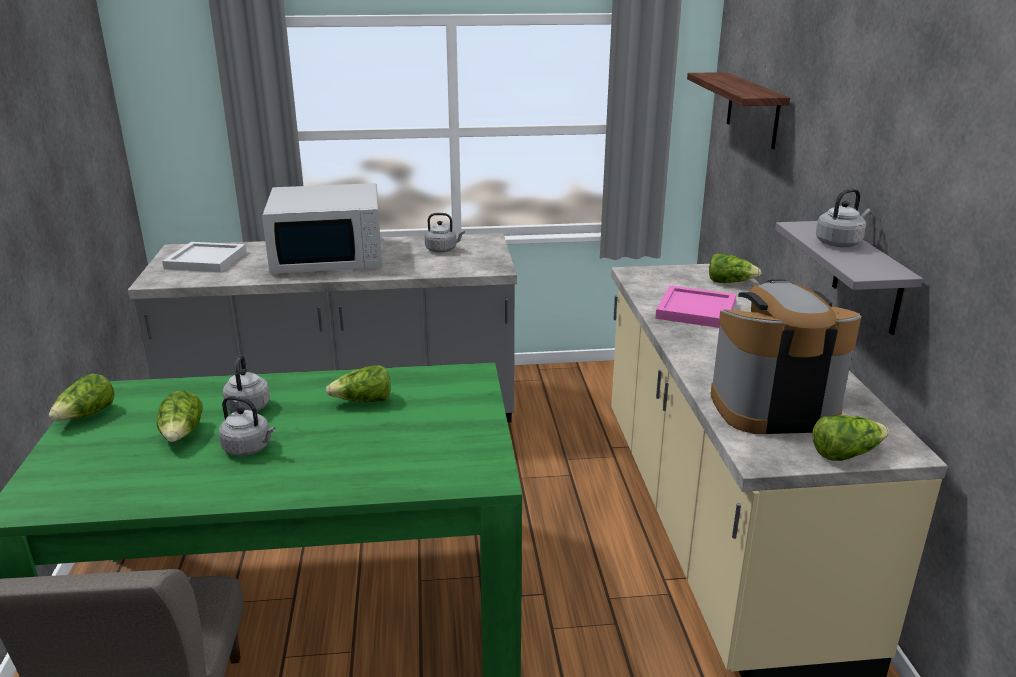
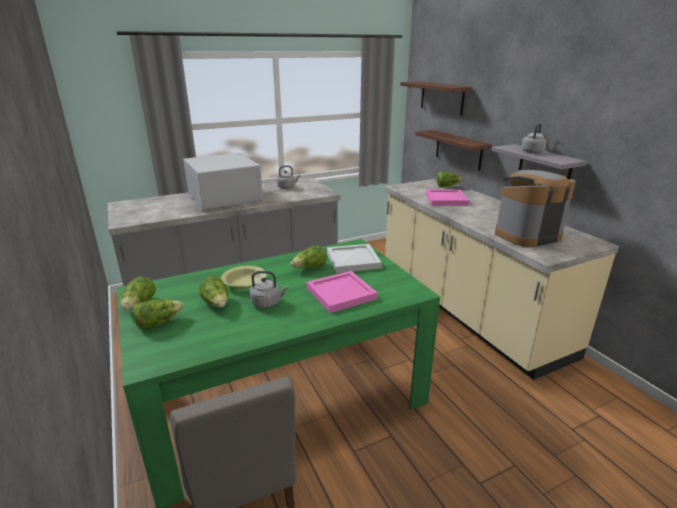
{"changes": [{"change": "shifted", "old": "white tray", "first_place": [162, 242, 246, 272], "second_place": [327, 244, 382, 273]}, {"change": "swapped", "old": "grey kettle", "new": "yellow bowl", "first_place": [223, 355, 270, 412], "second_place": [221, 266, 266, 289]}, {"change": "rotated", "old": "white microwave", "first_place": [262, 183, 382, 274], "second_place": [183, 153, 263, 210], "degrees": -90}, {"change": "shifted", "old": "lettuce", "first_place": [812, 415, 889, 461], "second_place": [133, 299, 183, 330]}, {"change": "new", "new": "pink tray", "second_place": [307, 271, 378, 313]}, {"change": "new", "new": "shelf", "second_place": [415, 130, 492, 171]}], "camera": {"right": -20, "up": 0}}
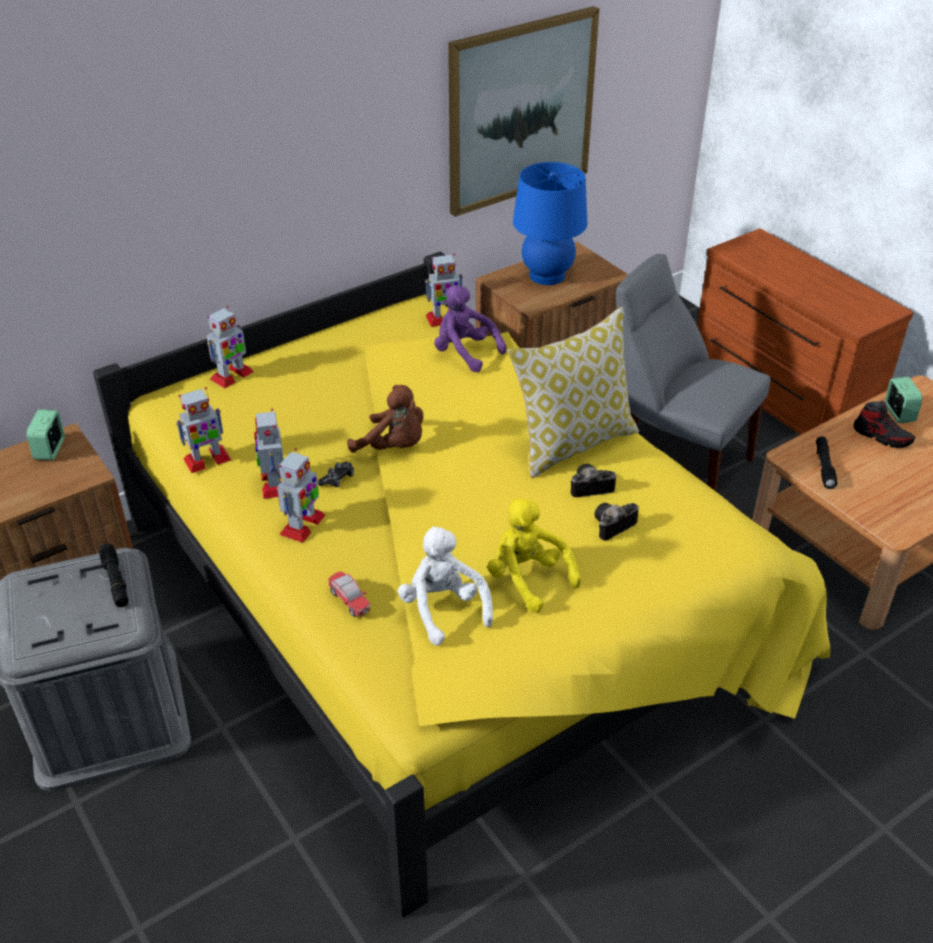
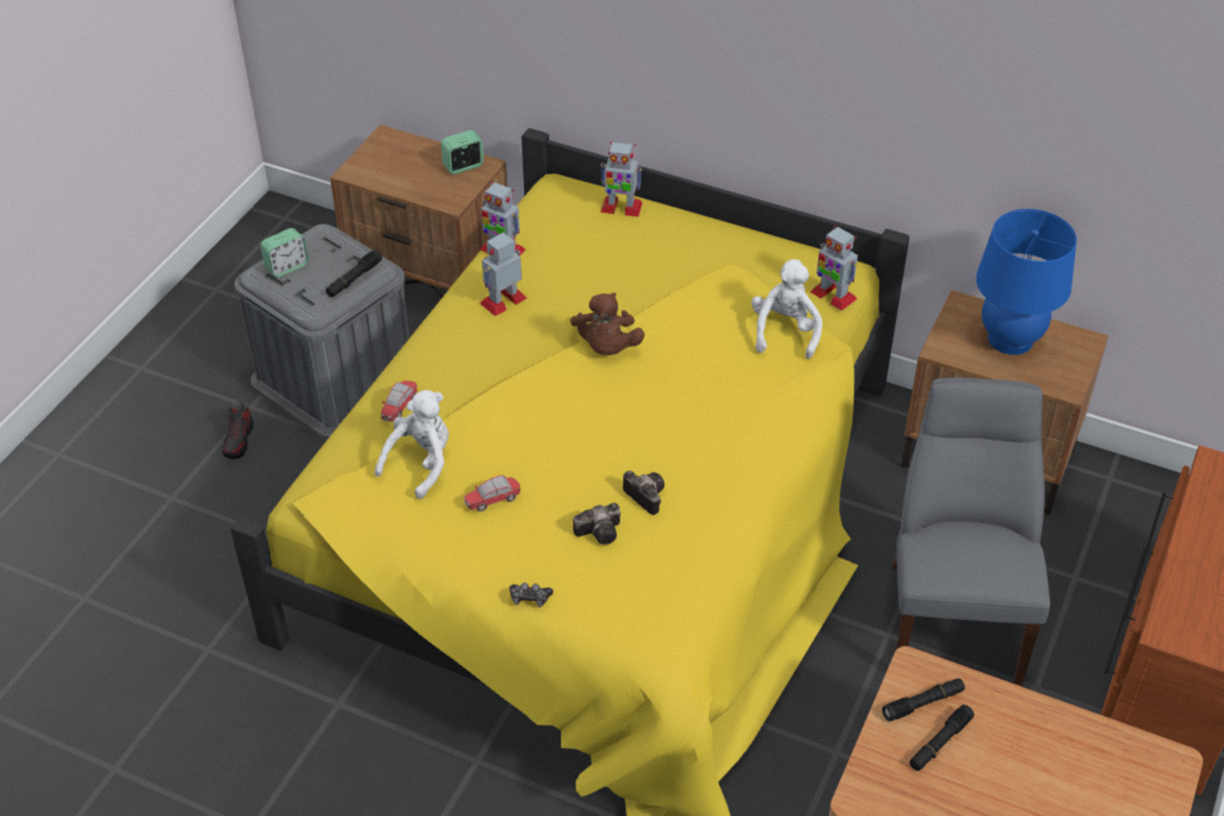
{"changes": [{"change": "gone", "old": "toy robot", "first_place": [277, 448, 325, 543]}, {"change": "shifted", "old": "game controller", "first_place": [318, 462, 354, 487], "second_place": [509, 582, 553, 607]}, {"change": "repainted", "old": "purple plush toy", "new": "white plush toy", "first_place": [434, 285, 507, 372], "second_place": [751, 259, 822, 359]}, {"change": "gone", "old": "picture", "first_place": [448, 6, 599, 217]}, {"change": "swapped", "old": "yellow plush toy", "new": "toy car", "first_place": [487, 499, 581, 613], "second_place": [464, 475, 521, 511]}, {"change": "gone", "old": "pillow", "first_place": [508, 307, 639, 478]}, {"change": "rotated", "old": "photo camera", "first_place": [595, 503, 639, 541], "second_place": [573, 503, 621, 545], "degrees": 135}, {"change": "shifted", "old": "shoe", "first_place": [854, 401, 915, 448], "second_place": [222, 401, 254, 459]}, {"change": "shifted", "old": "alarm clock", "first_place": [885, 377, 922, 423], "second_place": [260, 228, 309, 278]}, {"change": "new", "new": "black flashlight", "second_place": [909, 705, 974, 771]}], "camera": {"right": 60, "up": 5}}
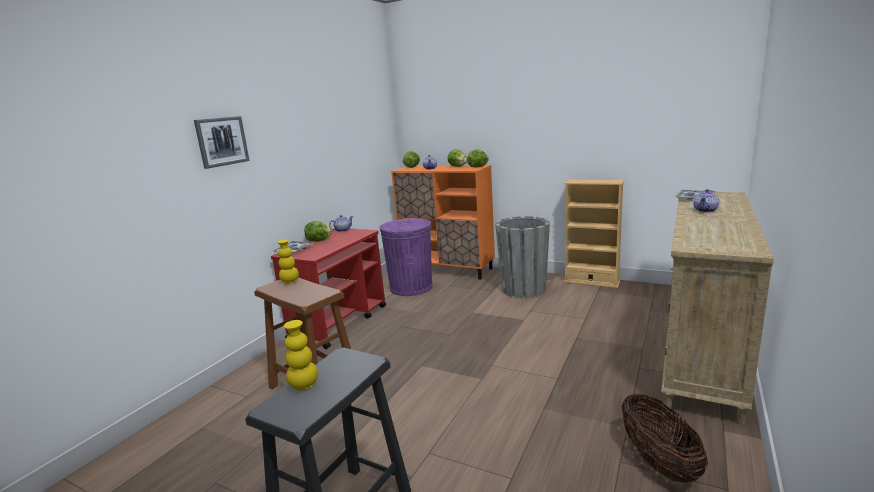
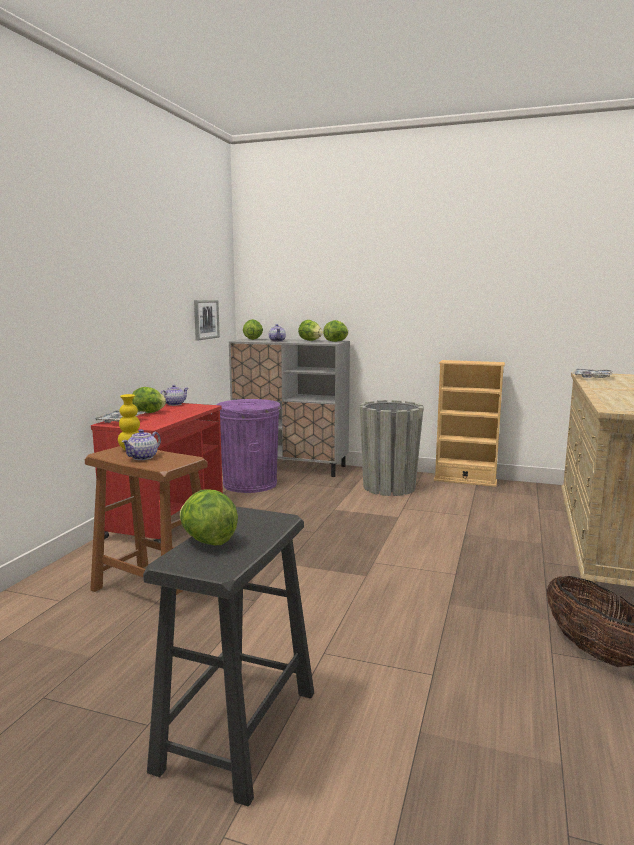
{"changes": [{"change": "shifted", "old": "picture", "first_place": [194, 116, 249, 169], "second_place": [194, 300, 220, 340]}, {"change": "swapped", "old": "yellow vase", "new": "lettuce", "first_place": [284, 320, 318, 391], "second_place": [180, 490, 238, 546]}, {"change": "repainted", "old": "orange cabinet", "new": "grey cabinet", "first_place": [391, 165, 495, 280], "second_place": [229, 338, 350, 477]}, {"change": "shifted", "old": "teapot", "first_place": [693, 189, 719, 212], "second_place": [122, 429, 161, 460]}], "camera": {"right": -10, "up": -5}}
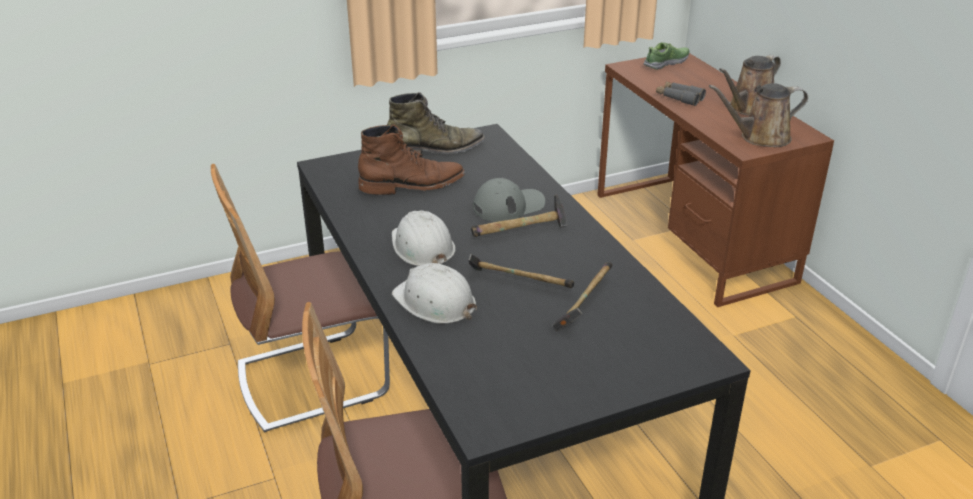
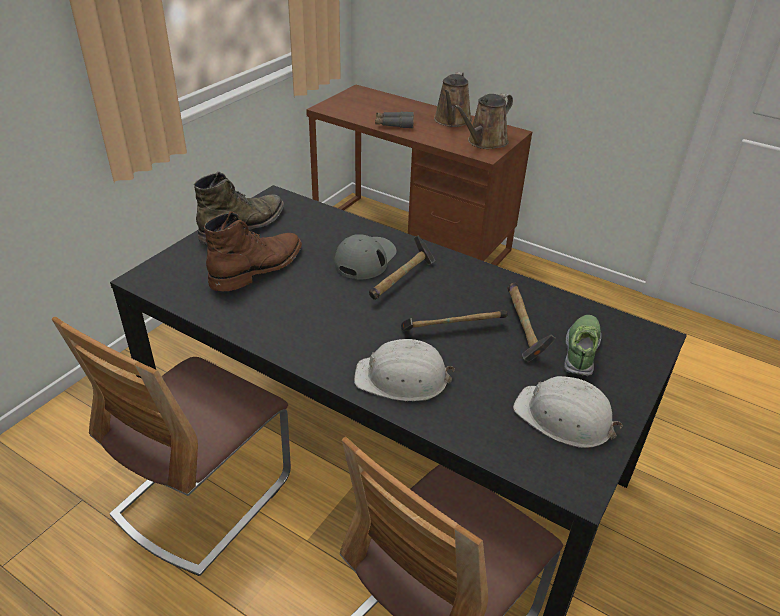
{"changes": [{"change": "shifted", "old": "white hard hat", "first_place": [392, 210, 456, 266], "second_place": [513, 376, 623, 448]}, {"change": "shifted", "old": "shoe", "first_place": [644, 42, 689, 70], "second_place": [564, 315, 601, 376]}], "camera": {"right": -35, "up": 5}}
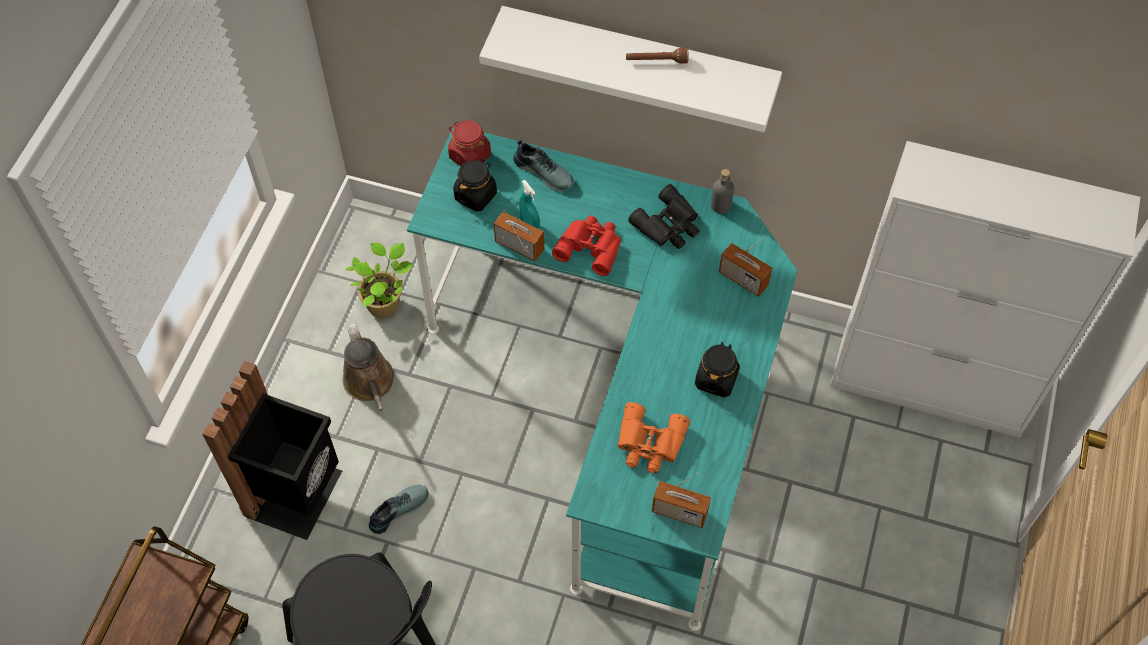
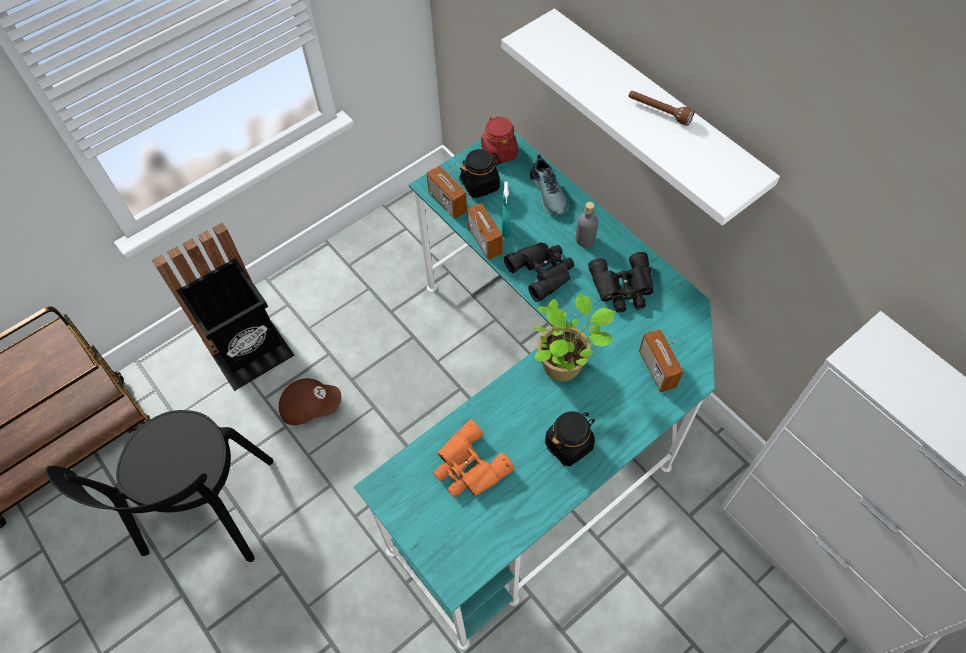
{"changes": [{"change": "gone", "old": "brown watering can", "first_place": [343, 323, 394, 411]}, {"change": "shifted", "old": "potted plant", "first_place": [345, 242, 413, 318], "second_place": [533, 293, 615, 382]}, {"change": "swapped", "old": "shoe", "new": "brown cap", "first_place": [369, 485, 429, 534], "second_place": [279, 378, 341, 425]}, {"change": "repainted", "old": "red binoculars", "new": "black binoculars", "first_place": [552, 216, 621, 276], "second_place": [504, 243, 574, 302]}, {"change": "shifted", "old": "radio", "first_place": [652, 472, 711, 528], "second_place": [426, 159, 467, 219]}, {"change": "shifted", "old": "grey bottle", "first_place": [711, 169, 734, 214], "second_place": [576, 202, 598, 247]}], "camera": {"right": 35, "up": 0}}
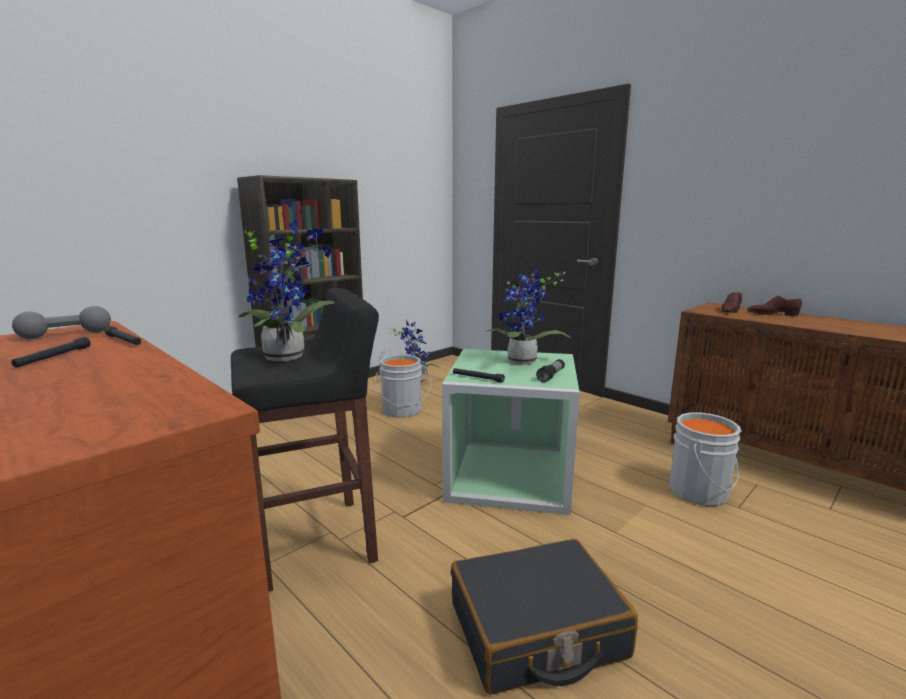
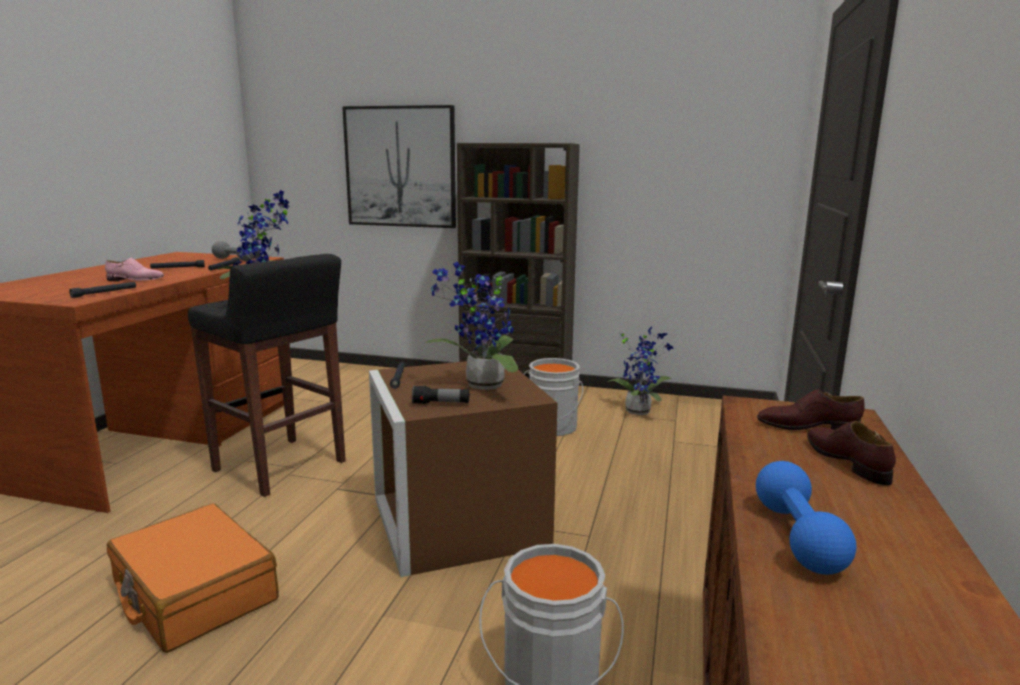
{"changes": [{"change": "repainted", "old": "green storage box", "new": "brown storage box", "first_place": [442, 349, 580, 515], "second_place": [369, 361, 558, 577]}, {"change": "repainted", "old": "black suitcase", "new": "orange suitcase", "first_place": [451, 539, 638, 695], "second_place": [107, 503, 279, 653]}, {"change": "new", "new": "black flashlight", "second_place": [69, 282, 136, 298]}, {"change": "new", "new": "pink shoe", "second_place": [105, 258, 164, 281]}, {"change": "new", "new": "picture", "second_place": [342, 105, 456, 228]}, {"change": "new", "new": "blue dumbbell", "second_place": [756, 461, 856, 575]}], "camera": {"right": 60, "up": 0}}
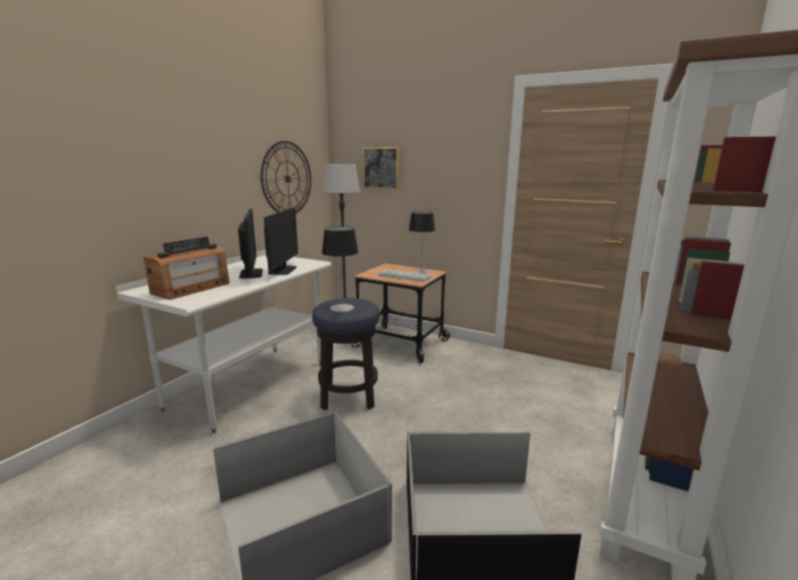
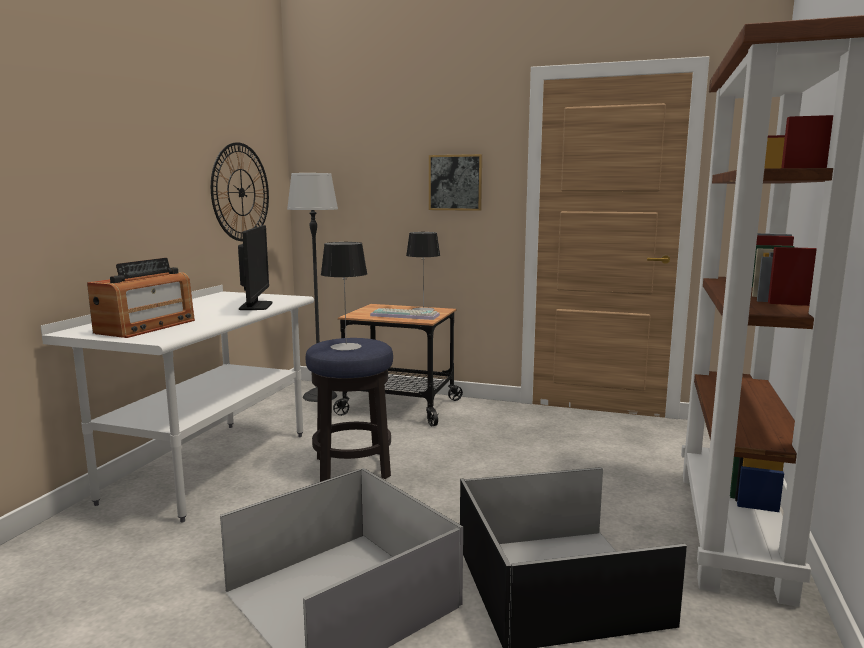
{"changes": [{"change": "gone", "old": "monitor", "first_place": [238, 209, 263, 279]}, {"change": "shifted", "old": "picture", "first_place": [363, 147, 399, 189], "second_place": [429, 154, 482, 211]}], "camera": {"right": -10, "up": -5}}
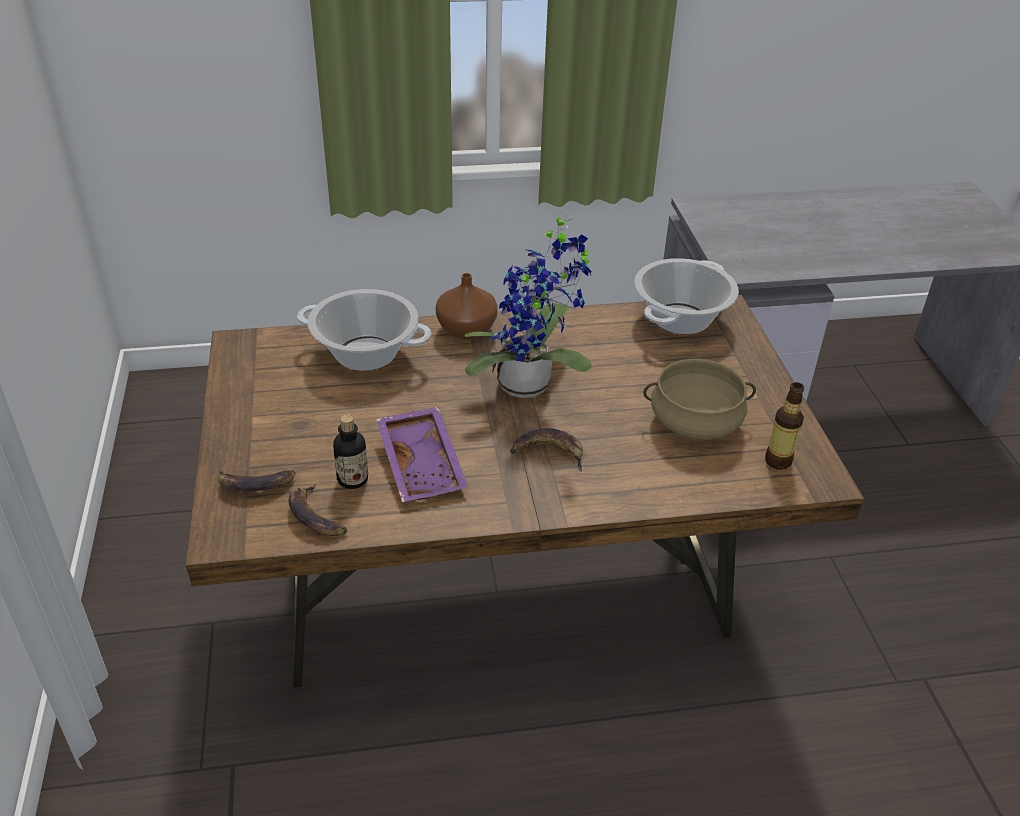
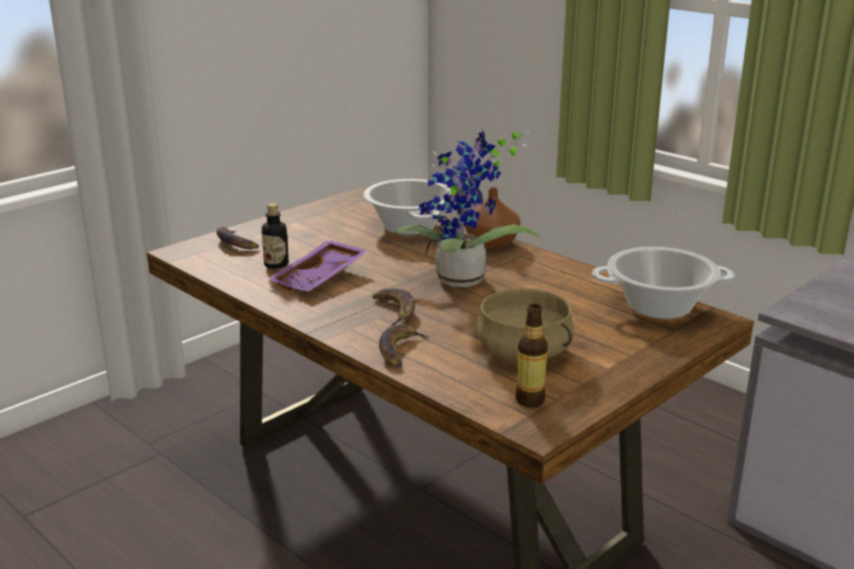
{"changes": [{"change": "shifted", "old": "banana", "first_place": [289, 484, 347, 536], "second_place": [379, 324, 429, 367]}], "camera": {"right": 55, "up": -15}}
